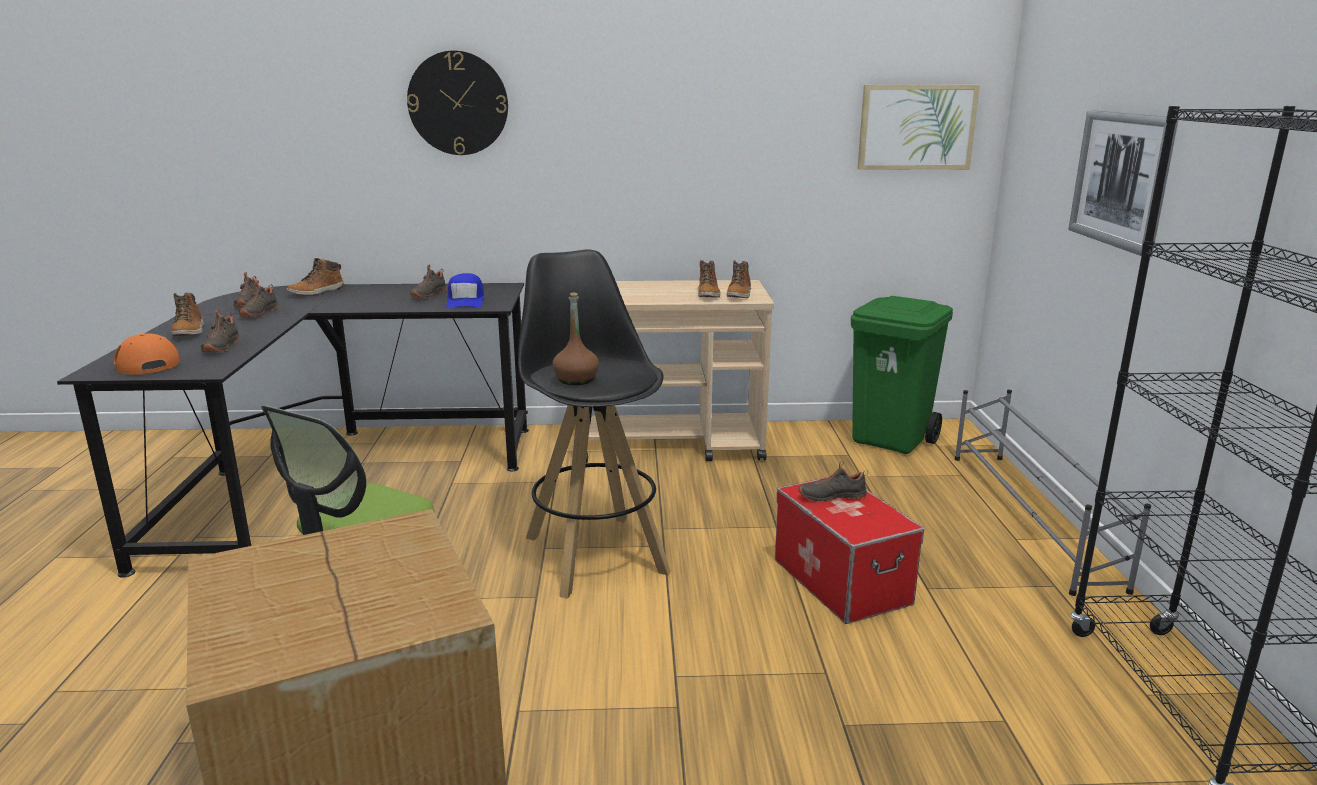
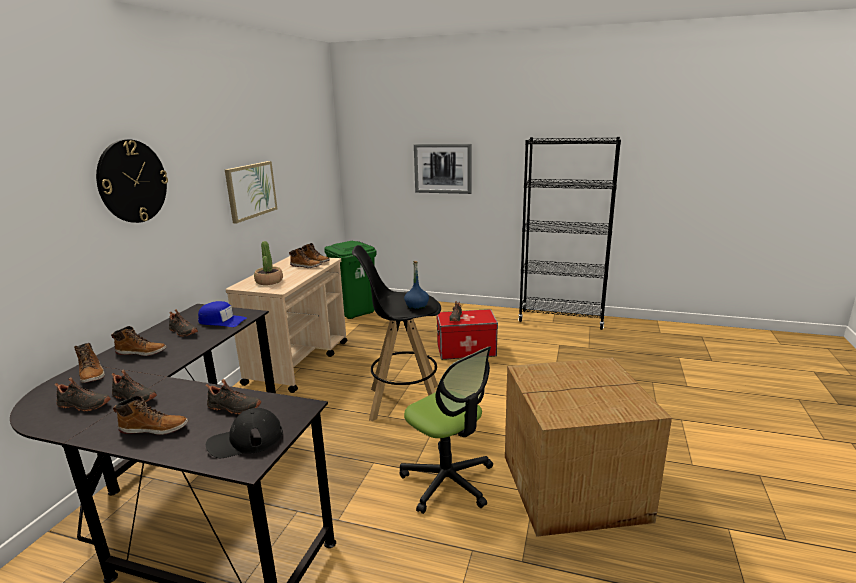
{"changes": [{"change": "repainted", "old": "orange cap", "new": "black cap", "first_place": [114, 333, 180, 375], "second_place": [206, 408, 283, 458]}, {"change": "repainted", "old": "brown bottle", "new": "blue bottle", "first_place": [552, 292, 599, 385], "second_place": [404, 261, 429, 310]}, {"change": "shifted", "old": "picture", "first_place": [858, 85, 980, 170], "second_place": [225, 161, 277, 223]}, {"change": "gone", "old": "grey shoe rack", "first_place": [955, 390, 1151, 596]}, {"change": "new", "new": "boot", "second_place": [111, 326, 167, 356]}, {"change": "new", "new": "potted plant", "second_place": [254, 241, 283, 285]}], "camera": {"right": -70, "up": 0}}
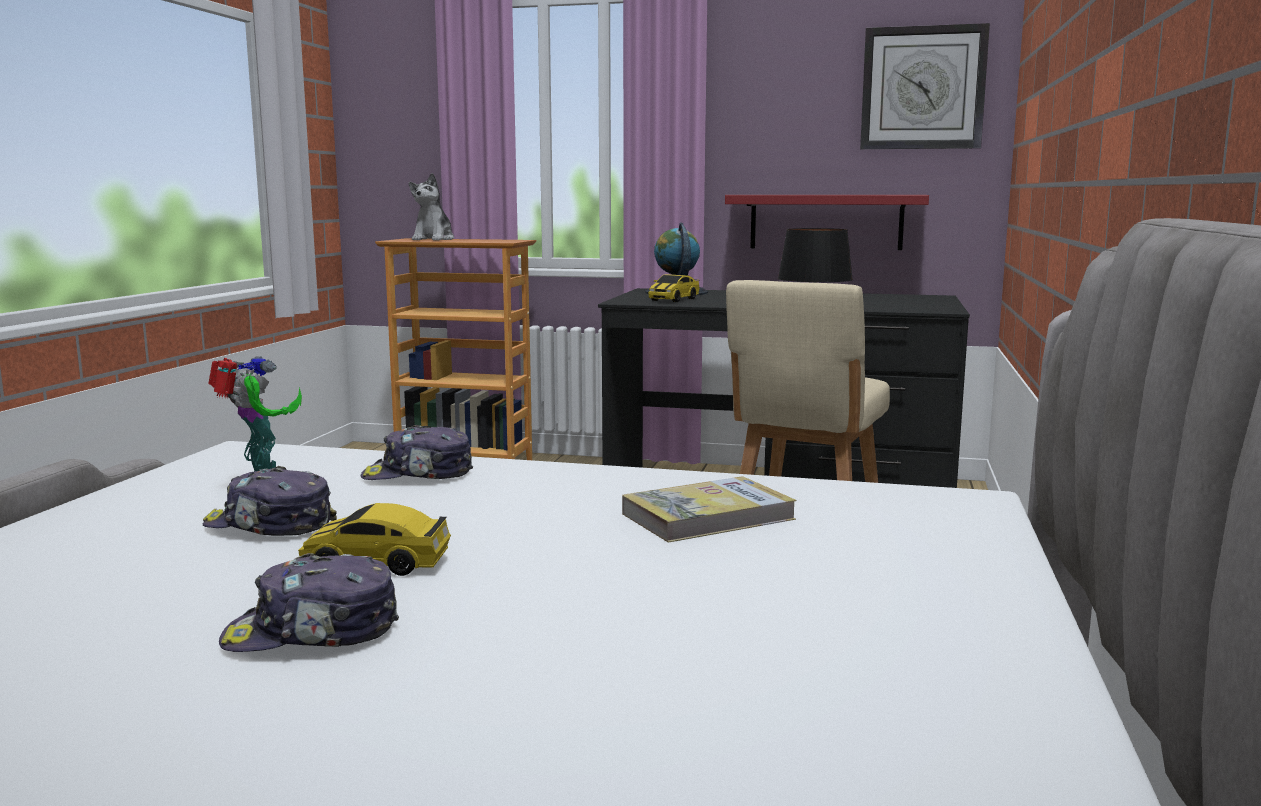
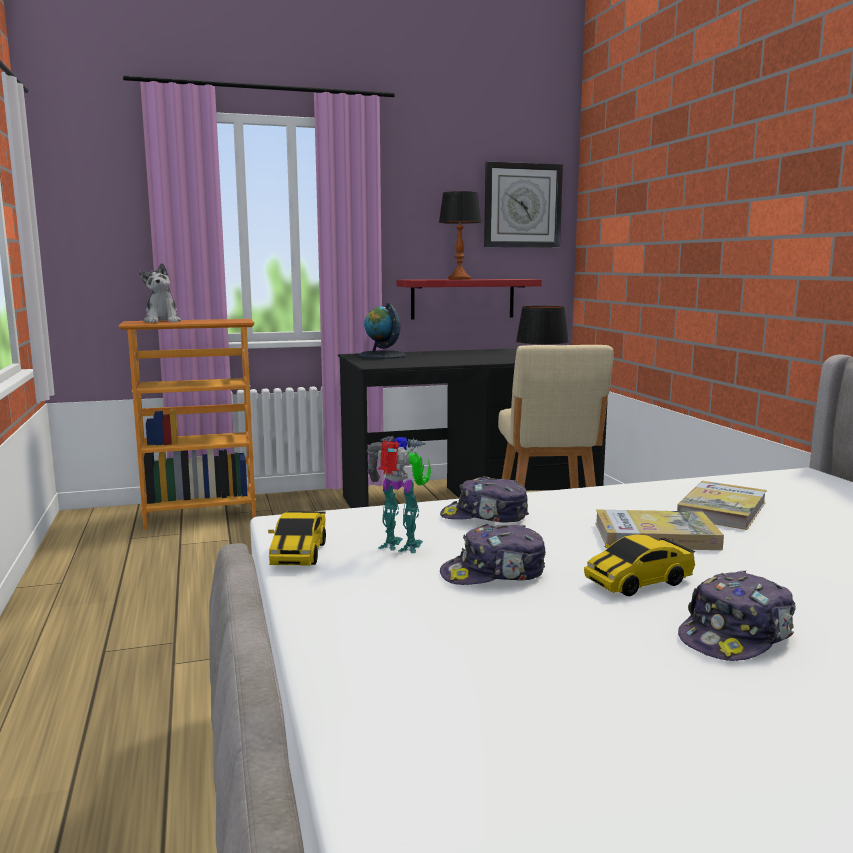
{"changes": [{"change": "rotated", "old": "cap", "first_place": [361, 425, 473, 480], "second_place": [440, 476, 529, 523], "degrees": 45}, {"change": "shifted", "old": "toy car", "first_place": [648, 274, 699, 302], "second_place": [268, 511, 326, 565]}, {"change": "new", "new": "table lamp", "second_place": [438, 191, 481, 280]}, {"change": "new", "new": "book", "second_place": [595, 509, 724, 550]}], "camera": {"right": -30, "up": 0}}
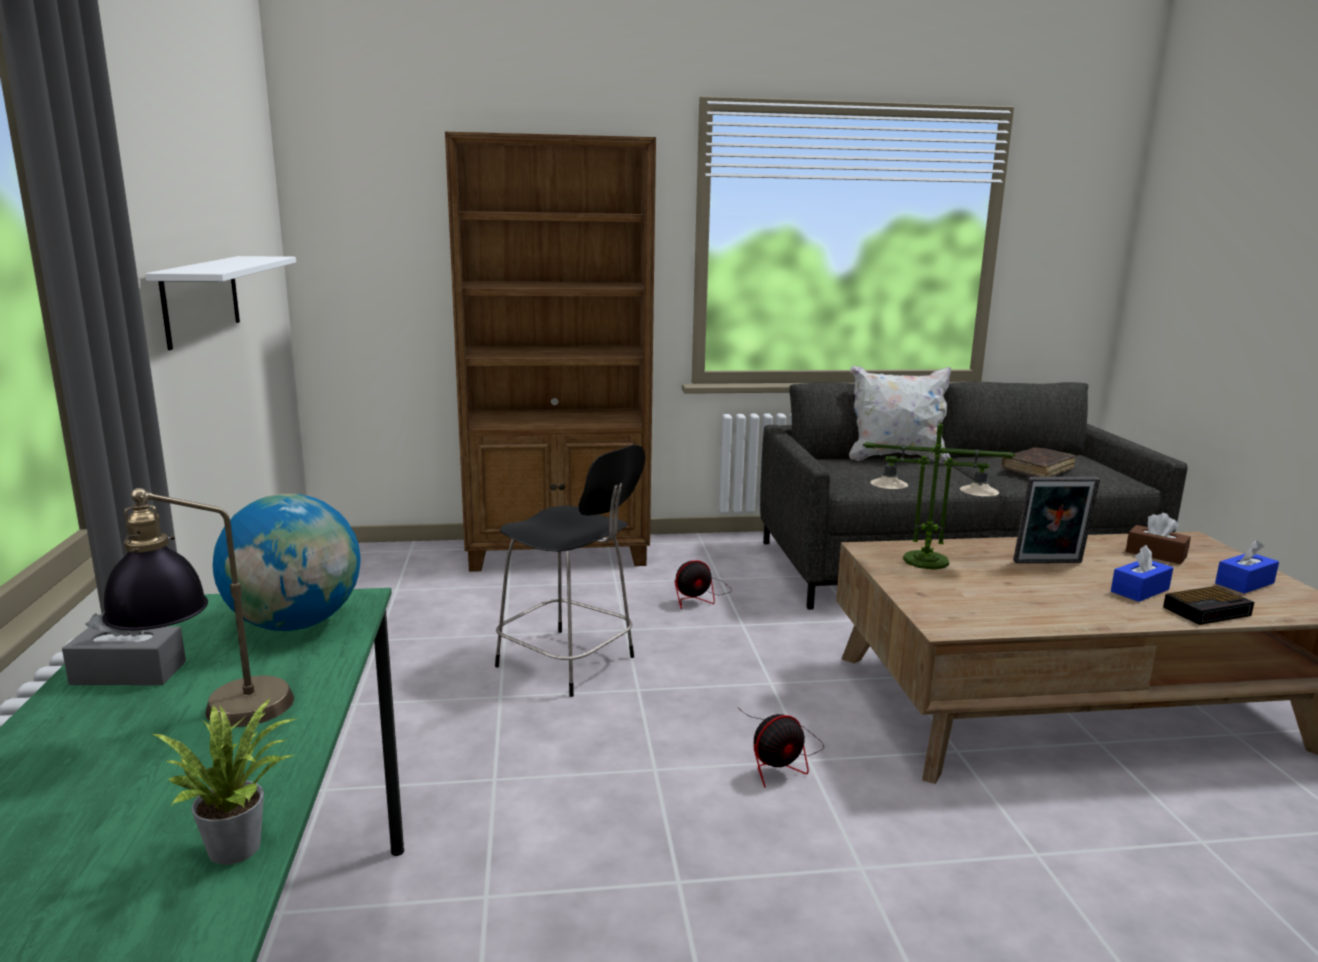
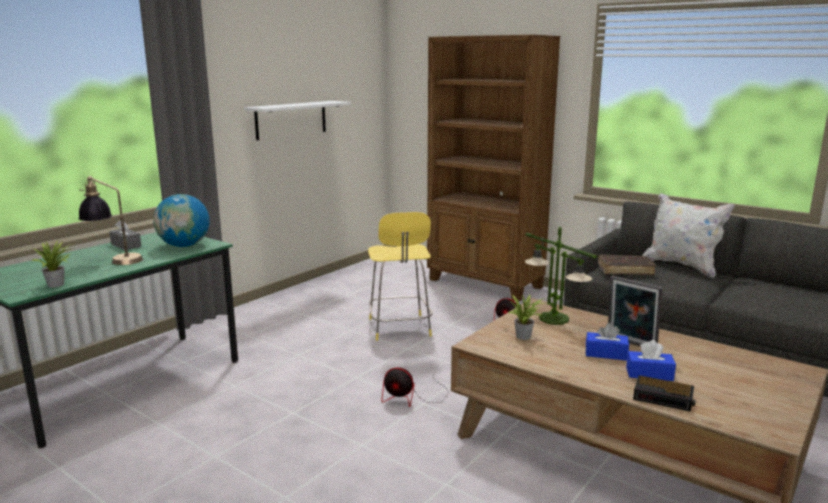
{"changes": [{"change": "repainted", "old": "black stool", "new": "yellow stool", "first_place": [495, 445, 645, 697], "second_place": [368, 212, 433, 341]}, {"change": "shifted", "old": "brown book", "first_place": [1002, 447, 1076, 477], "second_place": [598, 255, 656, 275]}, {"change": "gone", "old": "brown tissue box", "first_place": [1126, 513, 1191, 564]}, {"change": "shifted", "old": "blue tissue box", "first_place": [1215, 540, 1279, 594], "second_place": [586, 323, 629, 361]}, {"change": "new", "new": "potted plant", "second_place": [509, 294, 544, 340]}], "camera": {"right": 45, "up": 0}}
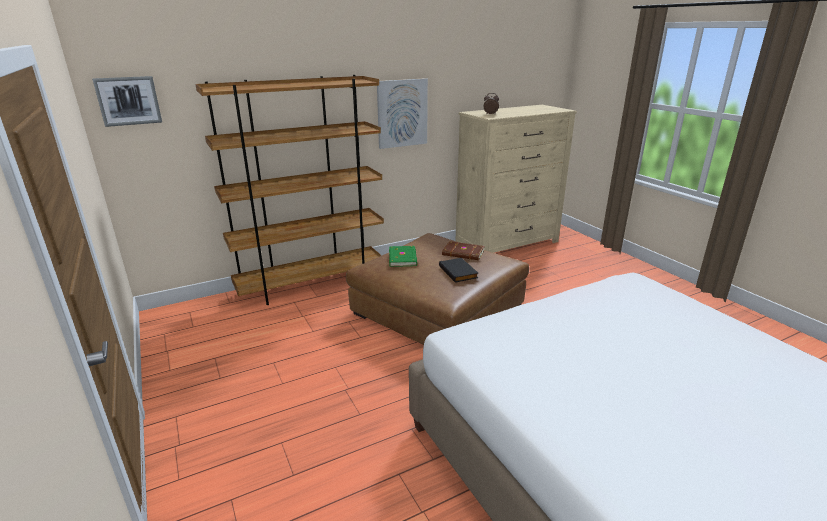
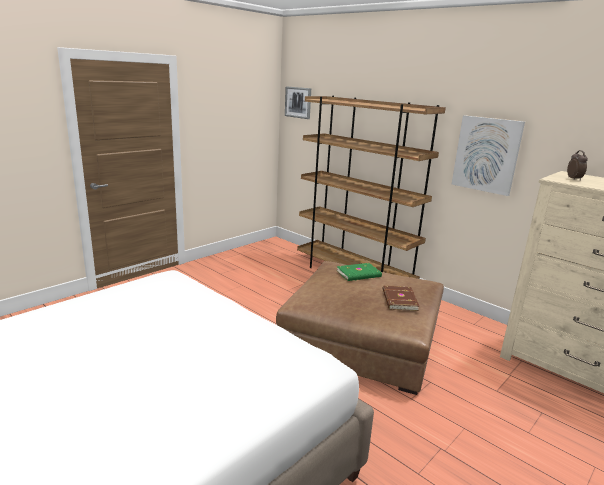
{"changes": [{"change": "gone", "old": "black book", "first_place": [439, 258, 478, 283]}], "camera": {"right": 70, "up": -5}}
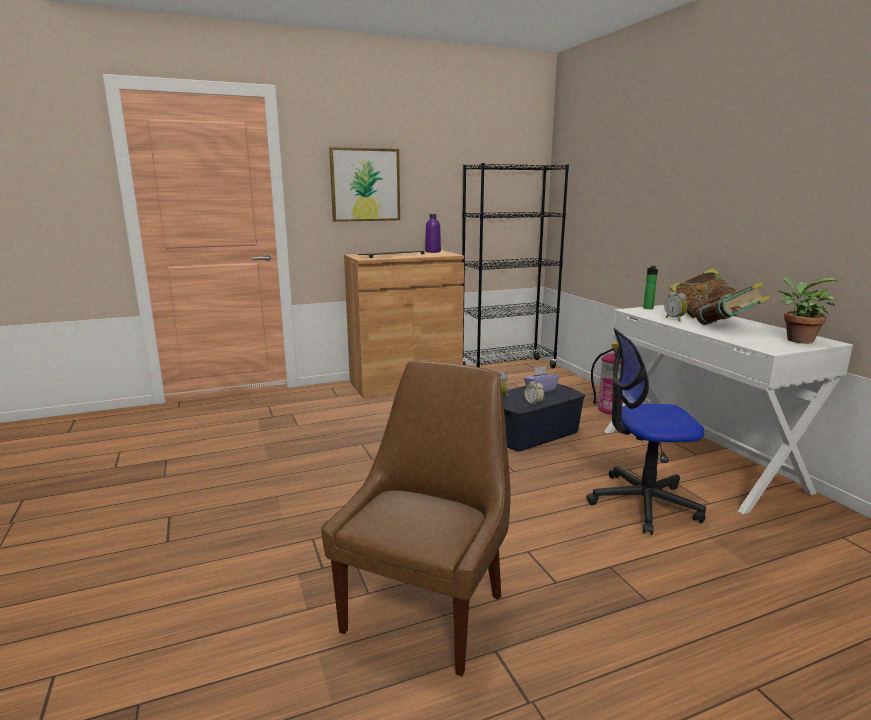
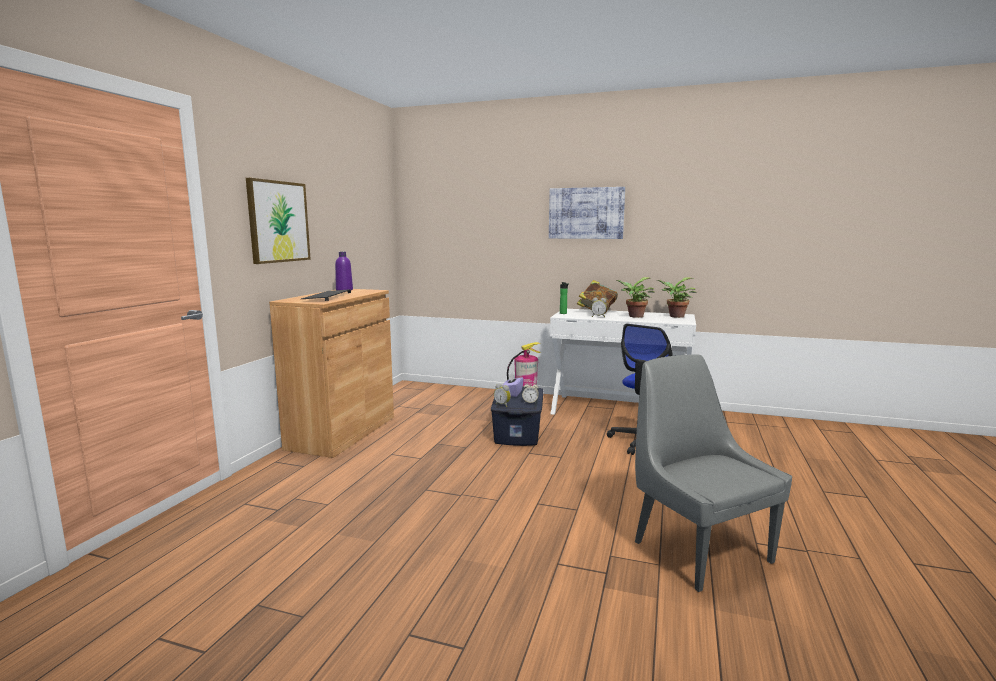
{"changes": [{"change": "repainted", "old": "brown chair", "new": "grey chair", "first_place": [321, 361, 511, 676], "second_place": [635, 354, 792, 592]}, {"change": "gone", "old": "black bookcase", "first_place": [462, 163, 569, 368]}, {"change": "swapped", "old": "book", "new": "potted plant", "first_place": [696, 282, 771, 325], "second_place": [616, 277, 655, 318]}, {"change": "new", "new": "picture", "second_place": [549, 187, 625, 239]}], "camera": {"right": -50, "up": -5}}
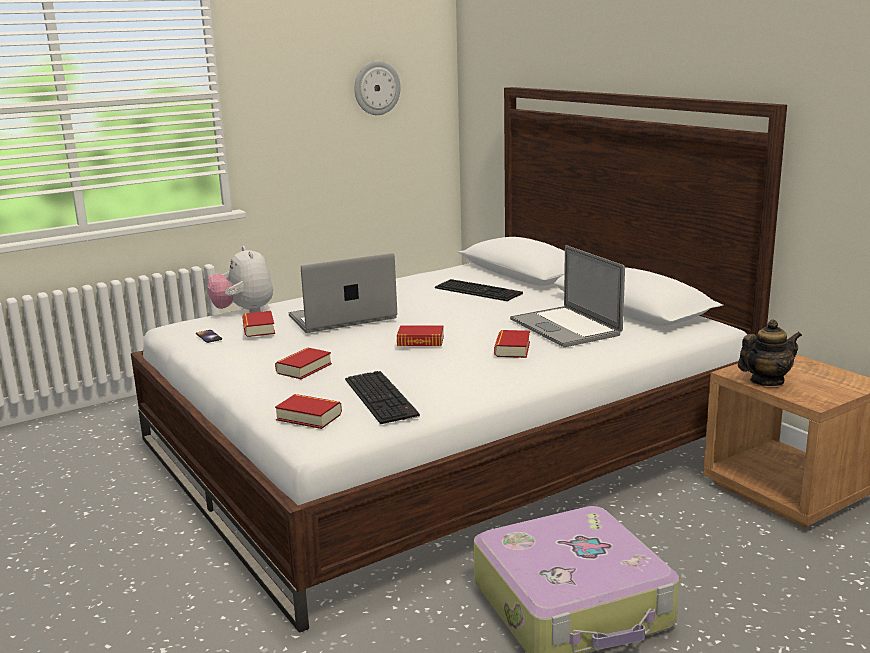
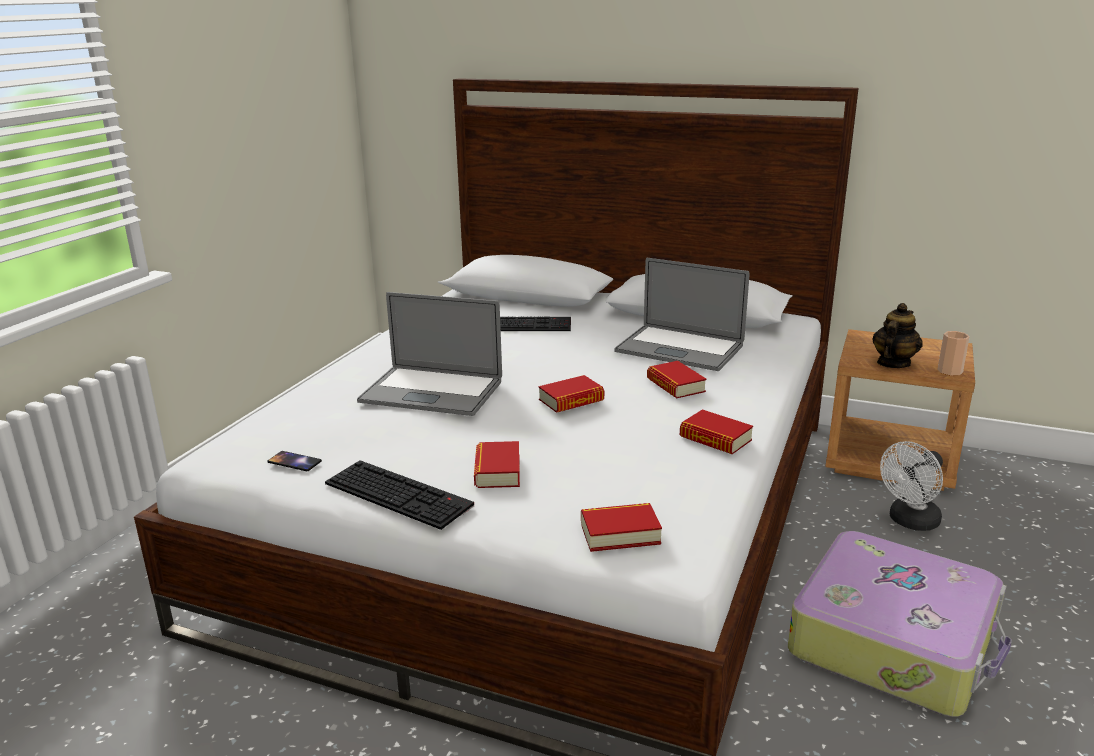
{"changes": [{"change": "gone", "old": "plush toy", "first_place": [207, 246, 273, 313]}, {"change": "shifted", "old": "book", "first_place": [242, 311, 275, 337], "second_place": [680, 410, 753, 454]}, {"change": "rotated", "old": "laptop", "first_place": [289, 253, 397, 333], "second_place": [357, 292, 502, 416], "degrees": -105}, {"change": "shifted", "old": "keyboard", "first_place": [345, 371, 420, 424], "second_place": [325, 460, 474, 530]}, {"change": "gone", "old": "wall clock", "first_place": [354, 61, 401, 115]}, {"change": "new", "new": "white fan", "second_place": [880, 441, 943, 531]}, {"change": "new", "new": "cup", "second_place": [937, 331, 970, 376]}], "camera": {"right": -35, "up": 5}}
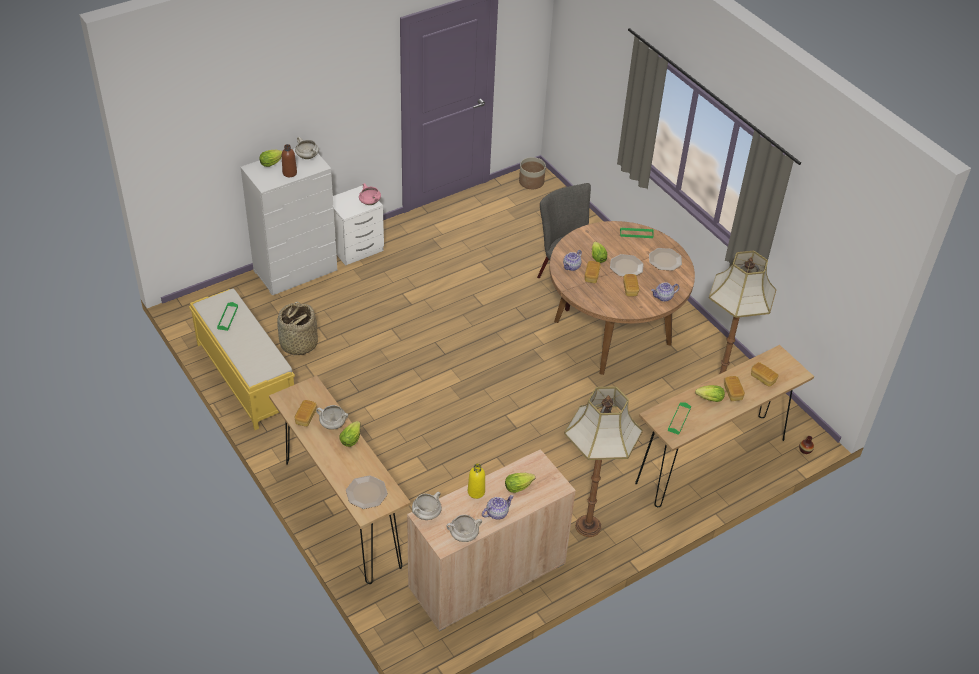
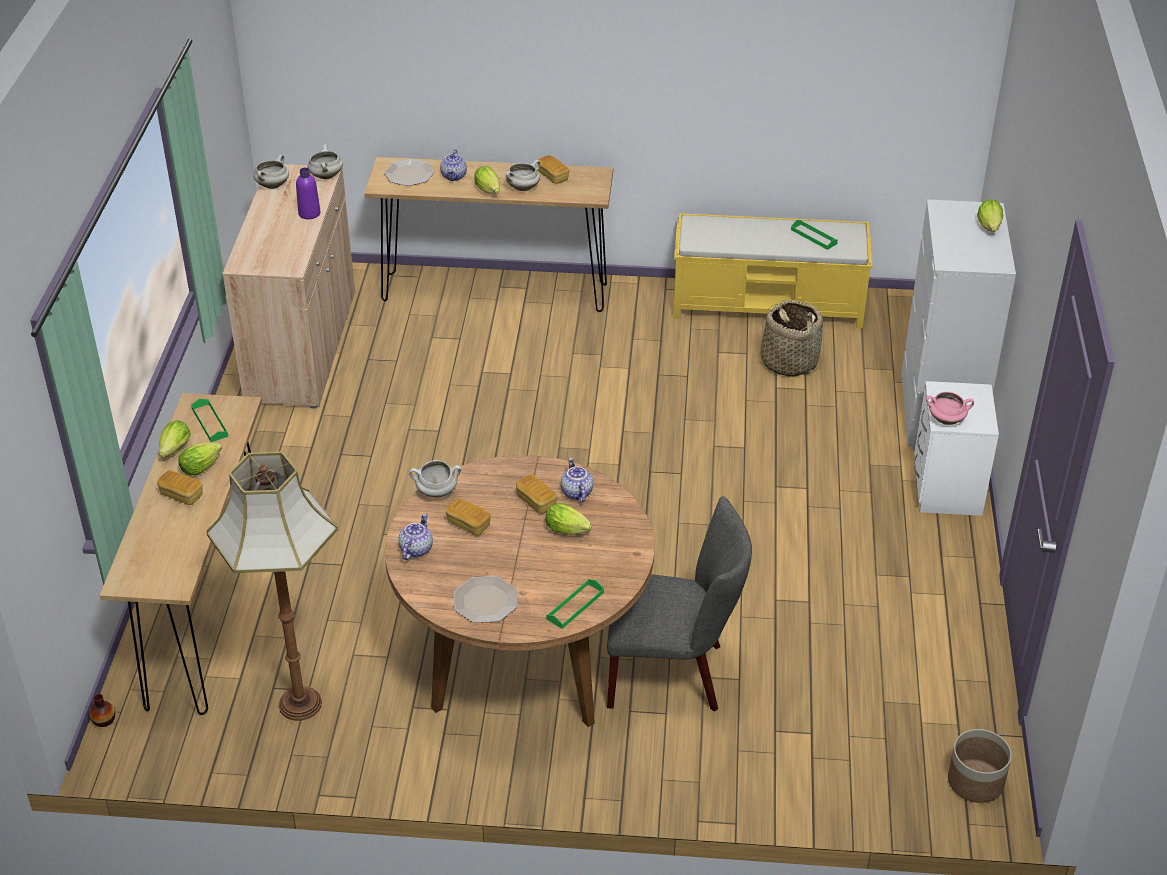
{"changes": [{"change": "gone", "old": "brown bottle", "first_place": [282, 144, 297, 177]}, {"change": "shifted", "old": "white cooking pot", "first_place": [295, 137, 319, 159], "second_place": [409, 460, 461, 497]}, {"change": "repainted", "old": "yellow bottle", "new": "purple bottle", "first_place": [468, 464, 485, 499], "second_place": [296, 168, 321, 219]}, {"change": "shifted", "old": "teapot", "first_place": [482, 495, 514, 520], "second_place": [440, 149, 467, 181]}, {"change": "shifted", "old": "lettuce", "first_place": [505, 473, 535, 493], "second_place": [159, 420, 191, 458]}, {"change": "gone", "old": "floor lamp", "first_place": [564, 386, 643, 537]}, {"change": "gone", "old": "plate", "first_place": [610, 254, 644, 277]}, {"change": "gone", "old": "bread", "first_place": [751, 362, 778, 387]}], "camera": {"right": 130, "up": -5}}
